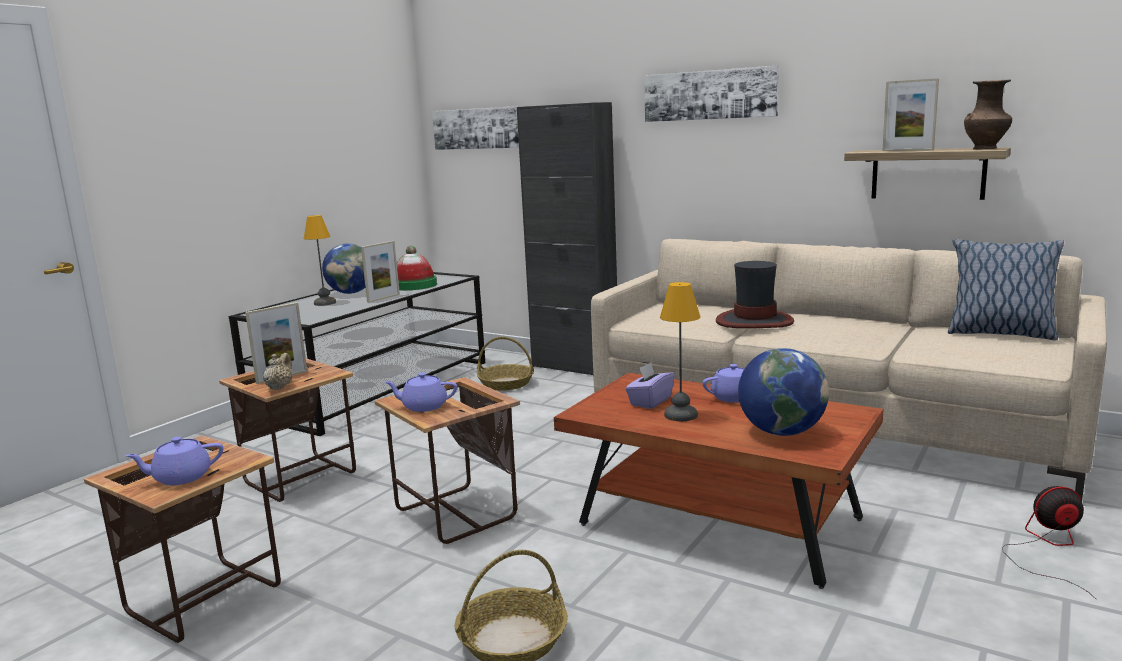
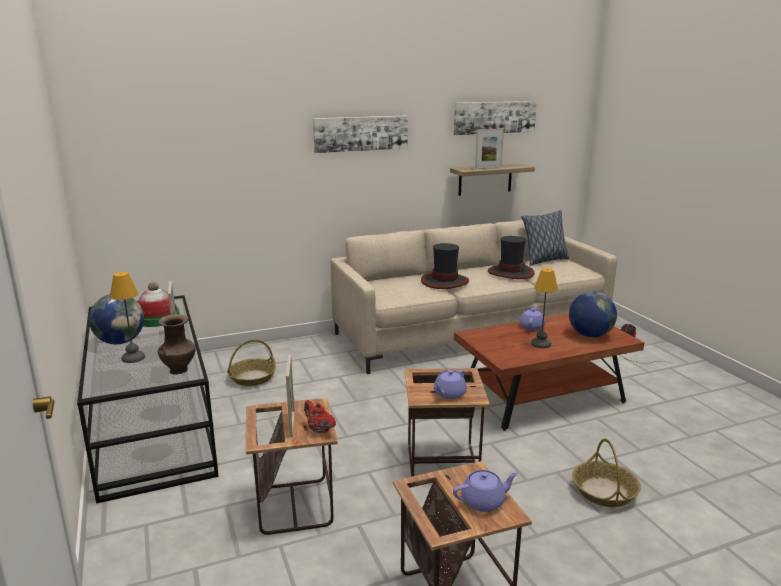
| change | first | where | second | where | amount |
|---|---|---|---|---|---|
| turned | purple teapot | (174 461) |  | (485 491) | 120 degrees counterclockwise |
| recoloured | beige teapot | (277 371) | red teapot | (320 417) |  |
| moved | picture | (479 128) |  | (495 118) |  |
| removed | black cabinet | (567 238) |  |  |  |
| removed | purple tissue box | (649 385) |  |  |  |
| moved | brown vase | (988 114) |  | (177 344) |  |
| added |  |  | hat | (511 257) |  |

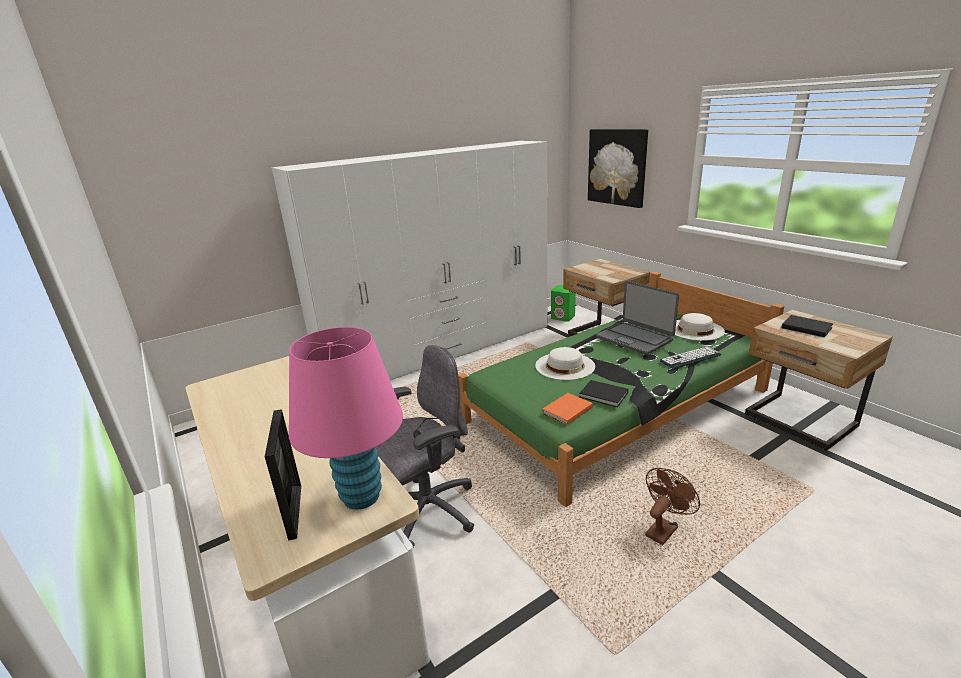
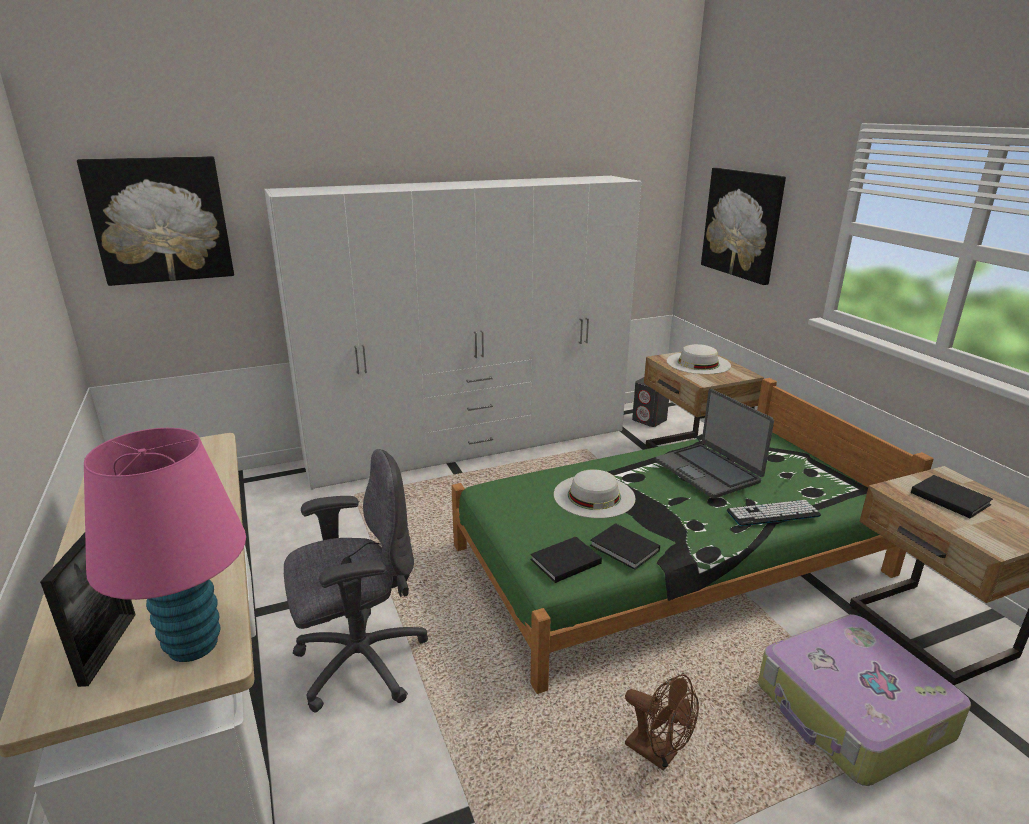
| change | first | where | second | where | amount |
|---|---|---|---|---|---|
| recoloured | orange book | (568 409) | black book | (566 560) |  |
| recoloured | green speaker | (563 303) | grey speaker | (650 402) |  |
| turned | brown fan | (672 506) |  | (662 722) | 75 degrees clockwise |
| moved | white hat | (700 327) |  | (699 359) |  |
| added |  |  | picture | (155 221) |  |
| added |  |  | suitcase | (864 700) |  |

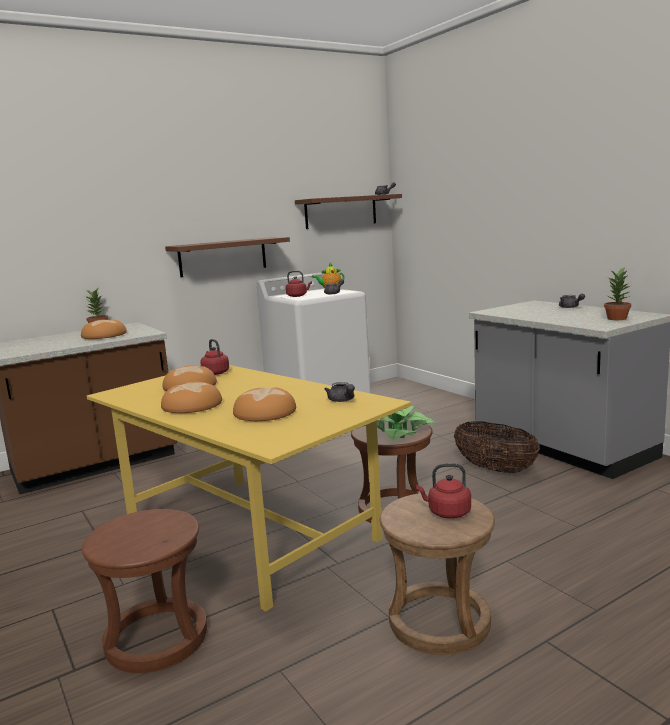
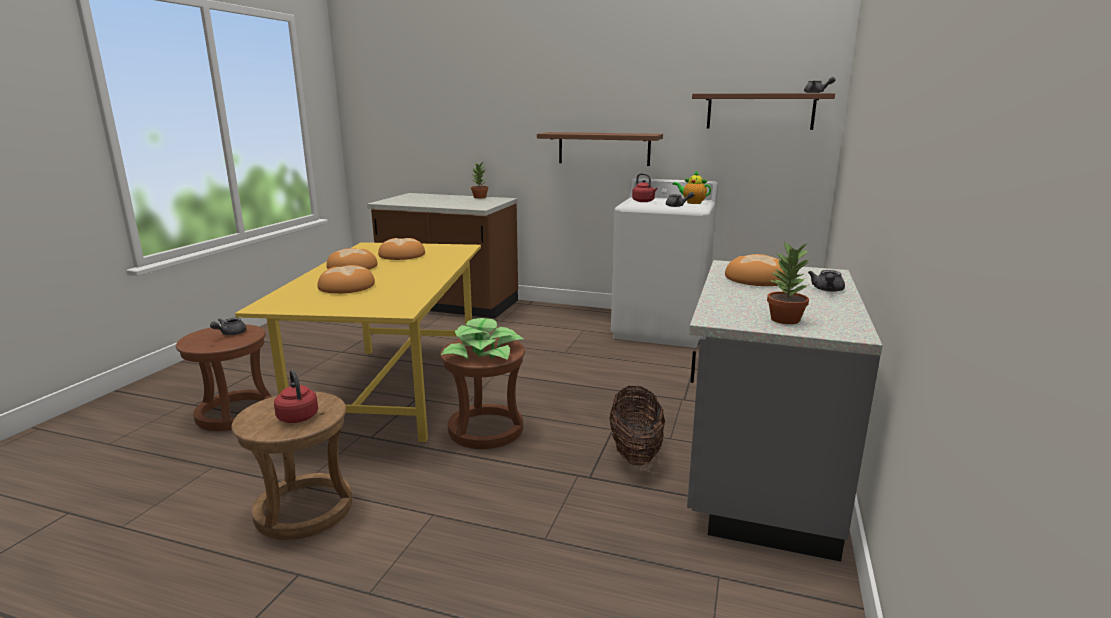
| change | first | where | second | where | amount |
|---|---|---|---|---|---|
| moved | bread | (104 329) |  | (755 270) |  |
| removed | red kettle | (214 357) |  |  |  |
| moved | grey teapot | (339 392) |  | (228 326) |  |

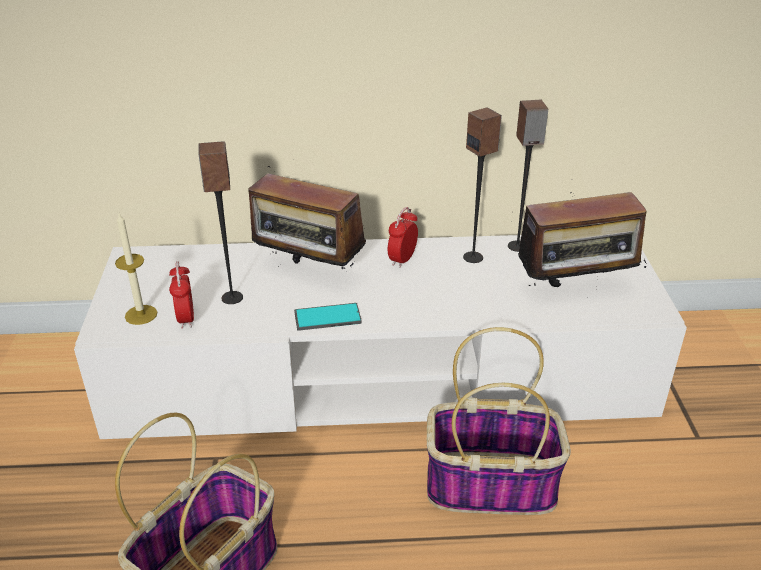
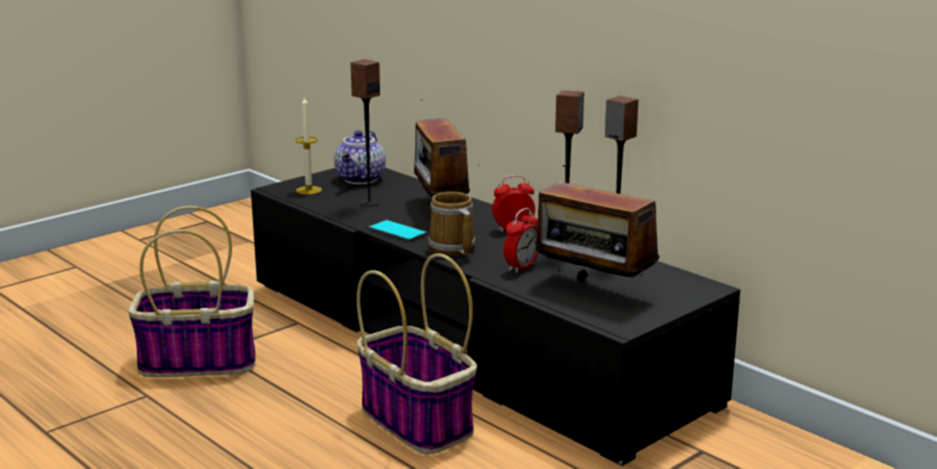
| change | first | where | second | where | amount |
|---|---|---|---|---|---|
| recoloured | white tv stand | (380 337) | black tv stand | (495 317) |  |
| moved | alarm clock | (181 295) |  | (521 240) |  |
| added |  |  | teapot | (360 157) |  |
| added |  |  | mug | (451 224) |  |

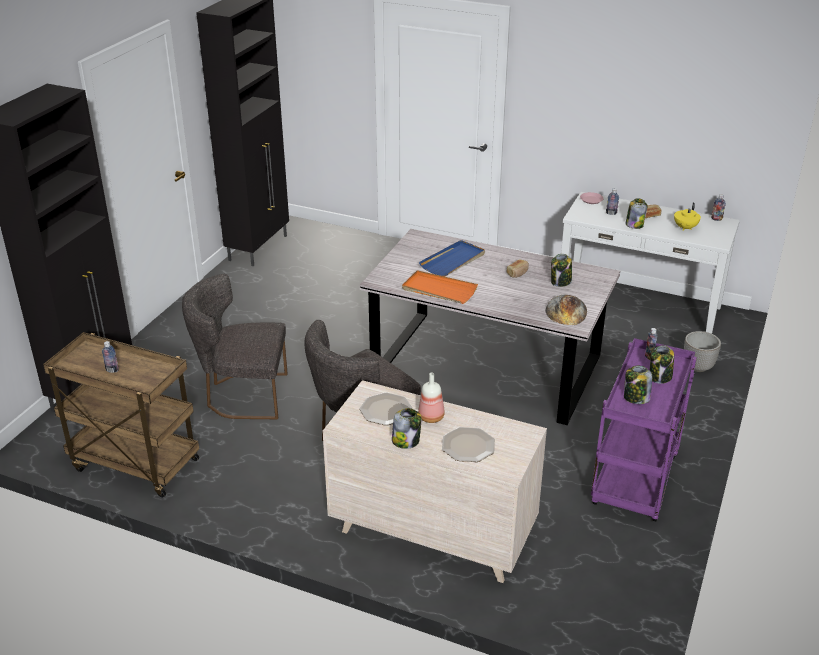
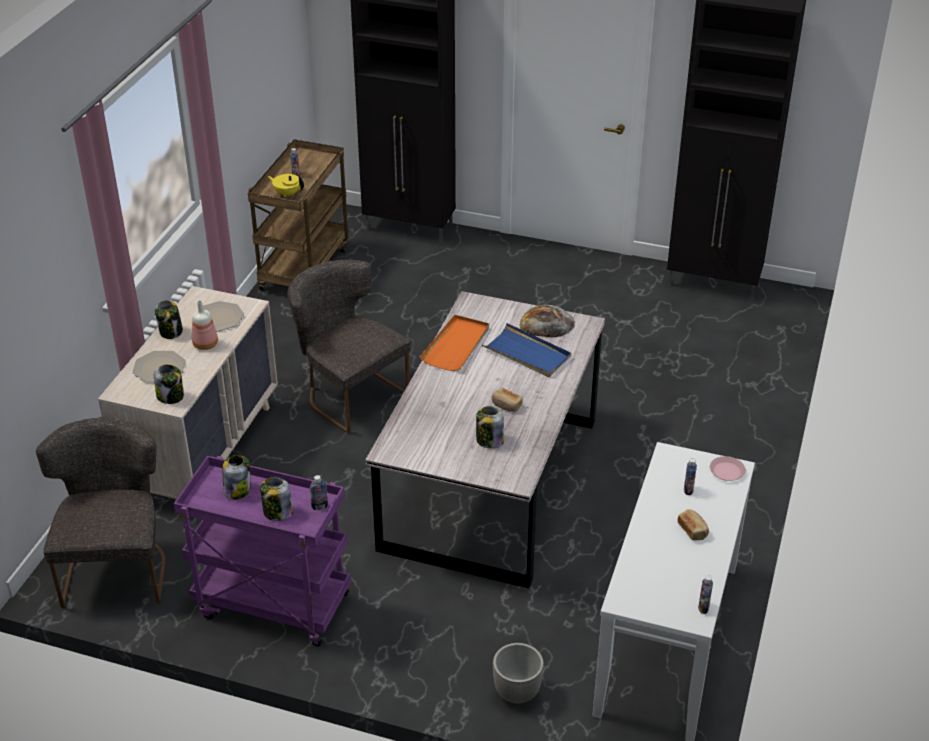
| change | first | where | second | where | amount |
|---|---|---|---|---|---|
| moved | grey chair | (235 346) |  | (101 512) |  |
| moved | bread | (566 310) |  | (547 321) |  |
| moved | jar | (636 213) |  | (169 384) |  |
| moved | yellow teapot | (687 216) |  | (286 186) |  |

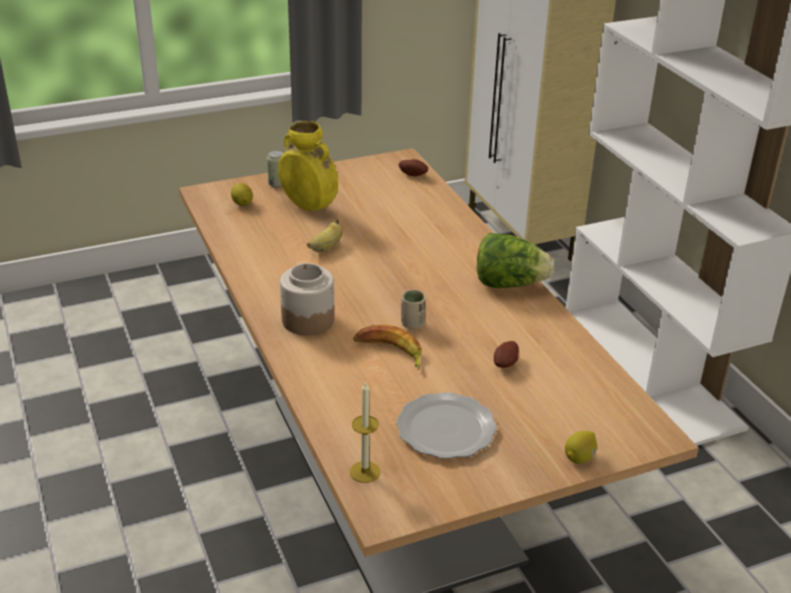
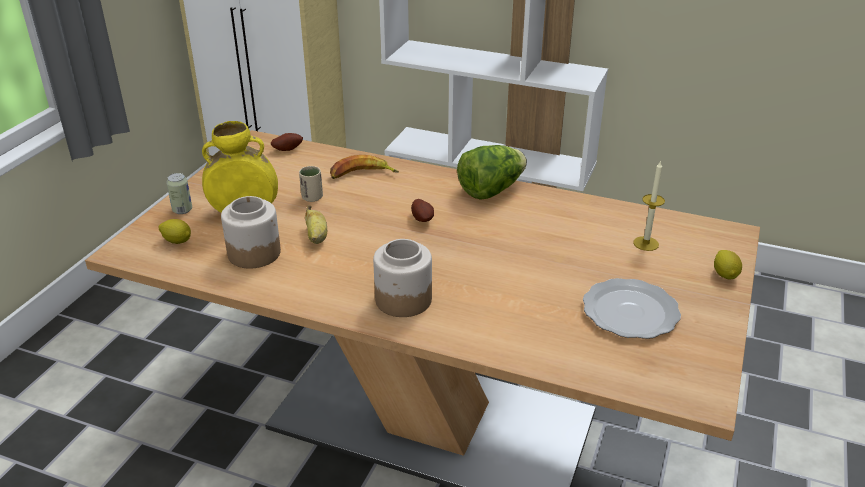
| change | first | where | second | where | amount |
|---|---|---|---|---|---|
| moved | candle | (365 432) |  | (649 205) |  |
| moved | banana | (387 347) |  | (364 167) |  |
| moved | beige cup | (413 309) |  | (311 184) |  |
| moved | potato | (506 354) |  | (422 210) |  |
| added |  |  | jar | (251 232) |  |

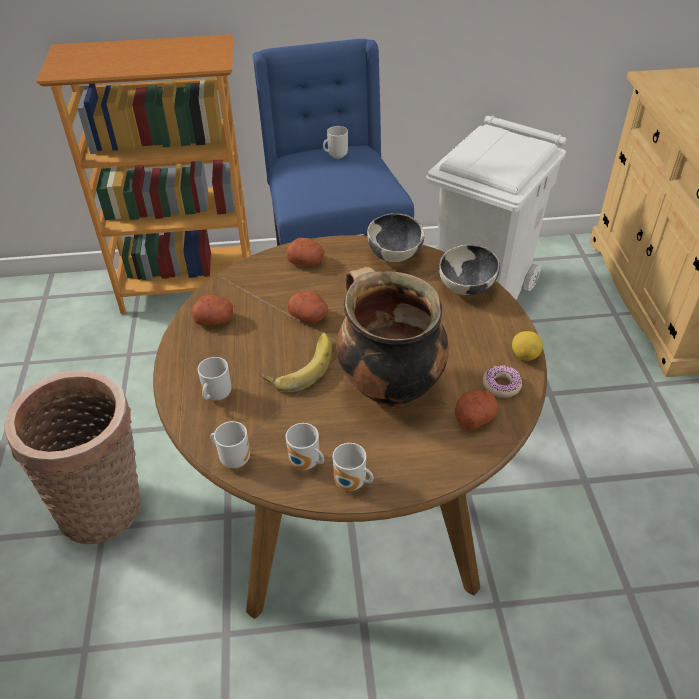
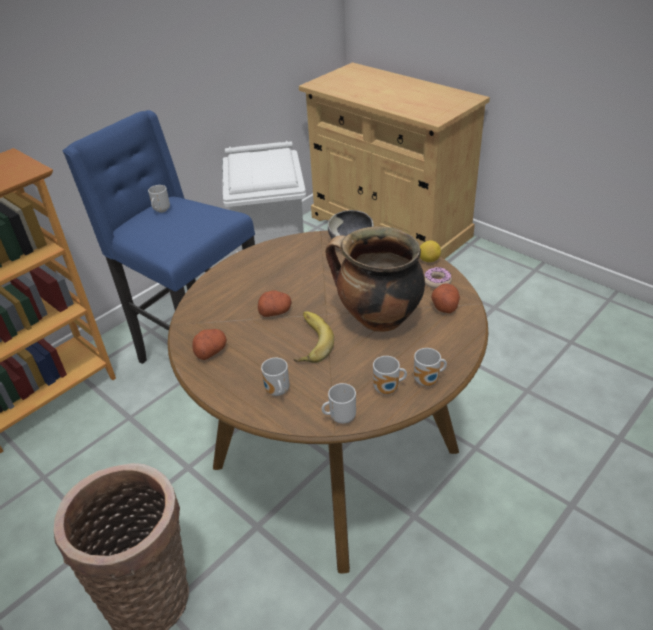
| change | first | where | second | where | amount |
|---|---|---|---|---|---|
| removed | potato | (305 252) |  |  |  |
| removed | bowl | (396 237) |  |  |  |

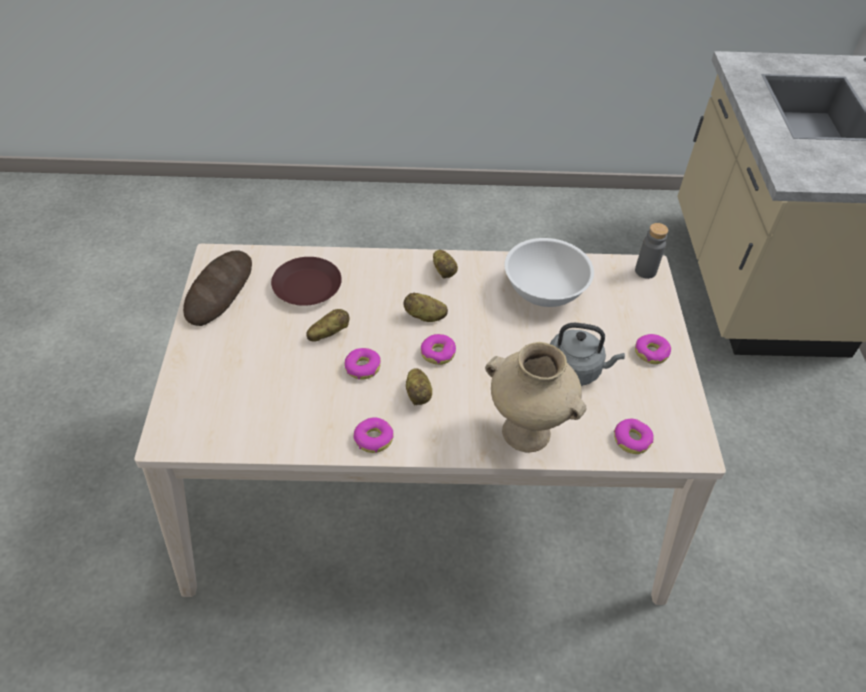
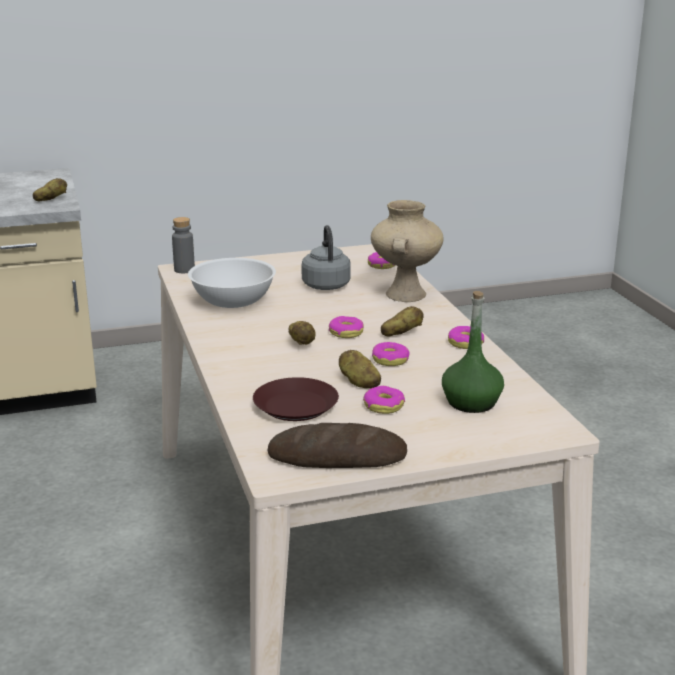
| change | first | where | second | where | amount |
|---|---|---|---|---|---|
| moved | potato | (445 264) |  | (50 189) |  |
| moved | donut | (653 349) |  | (384 400) |  |
| added |  |  | green bottle | (473 352) |  |

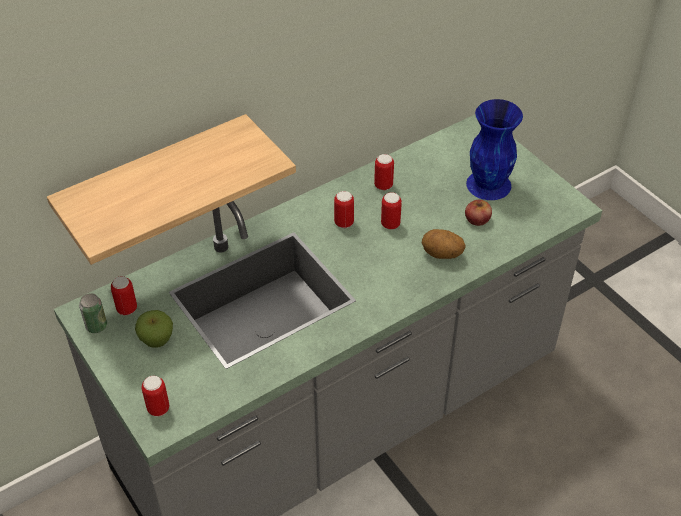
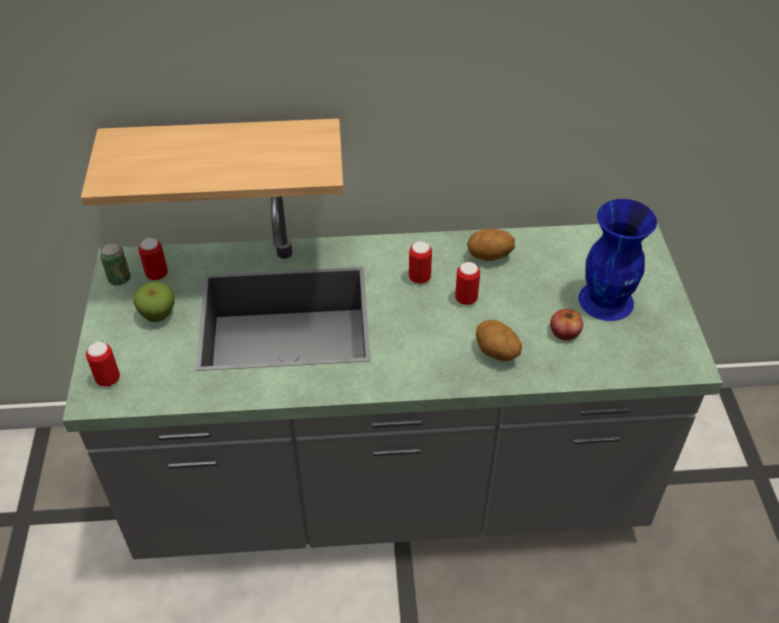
| change | first | where | second | where | amount |
|---|---|---|---|---|---|
| replaced | can | (384 172) | potato | (491 245) |  |

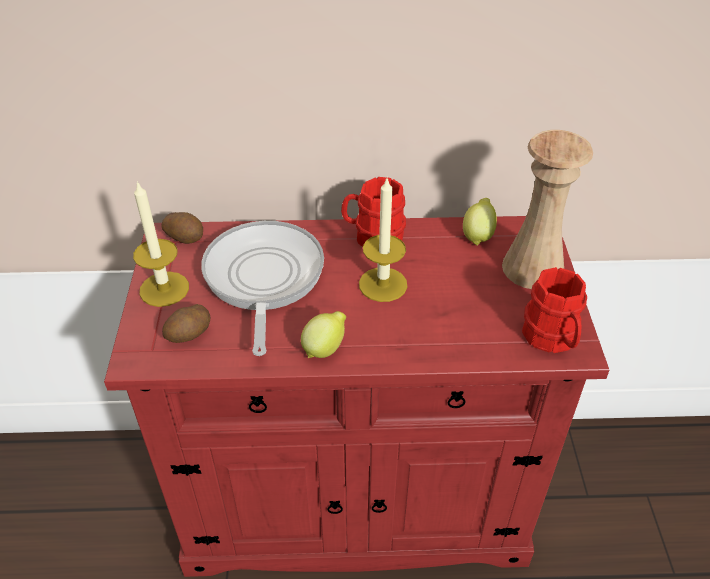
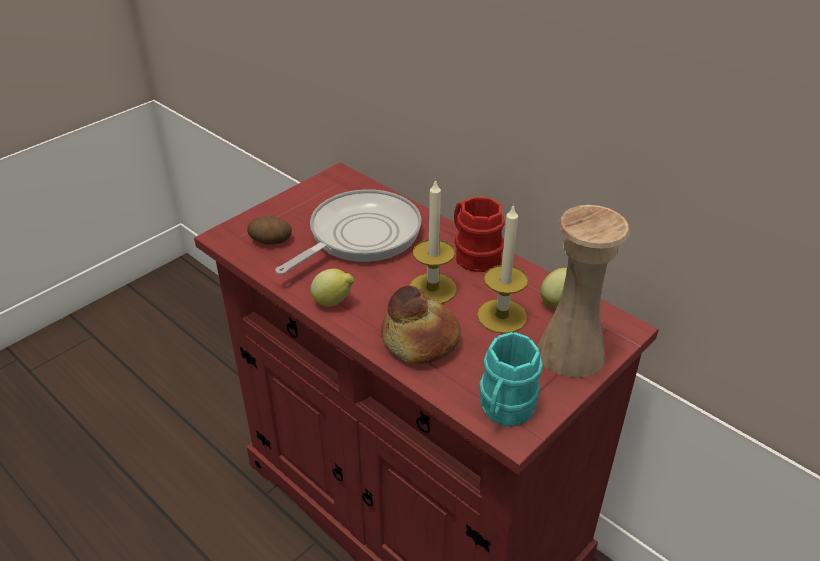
| change | first | where | second | where | amount |
|---|---|---|---|---|---|
| moved | candle | (161 244) |  | (502 269) |  |
| removed | potato | (182 228) |  |  |  |
| recoloured | red mug | (554 310) | turquoise mug | (511 379) |  |
| added |  |  | bread | (421 325) |  |

